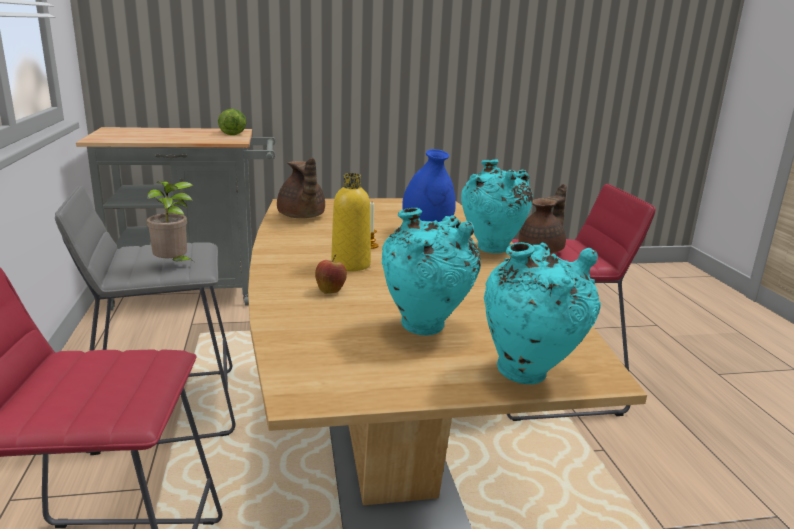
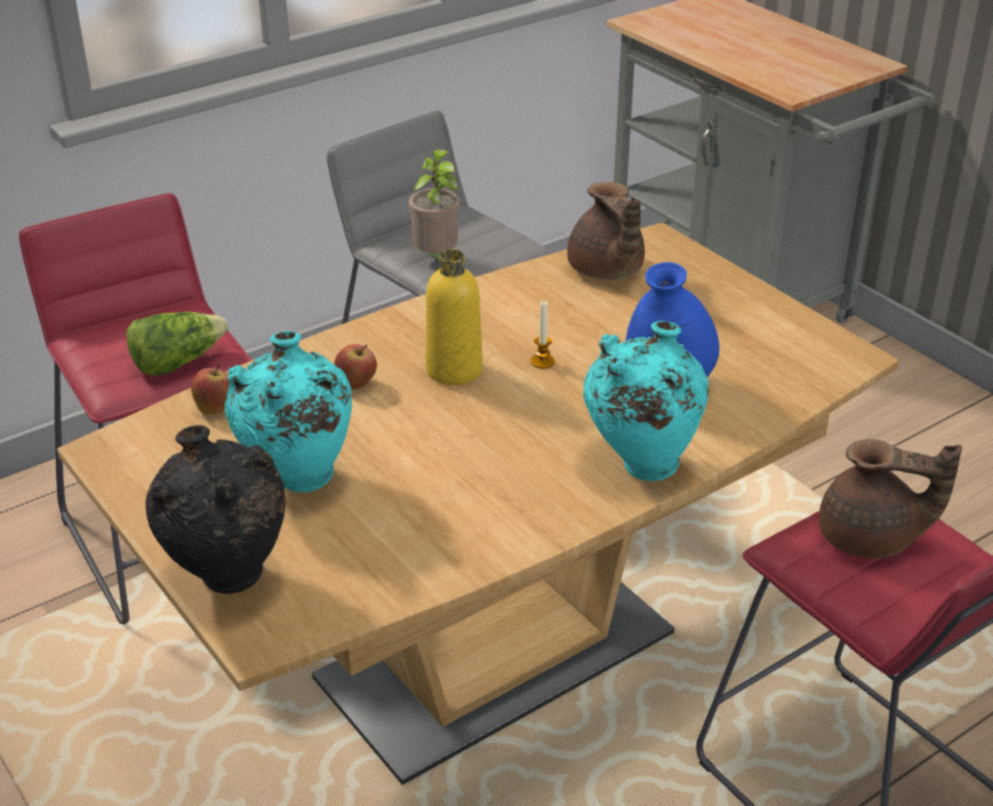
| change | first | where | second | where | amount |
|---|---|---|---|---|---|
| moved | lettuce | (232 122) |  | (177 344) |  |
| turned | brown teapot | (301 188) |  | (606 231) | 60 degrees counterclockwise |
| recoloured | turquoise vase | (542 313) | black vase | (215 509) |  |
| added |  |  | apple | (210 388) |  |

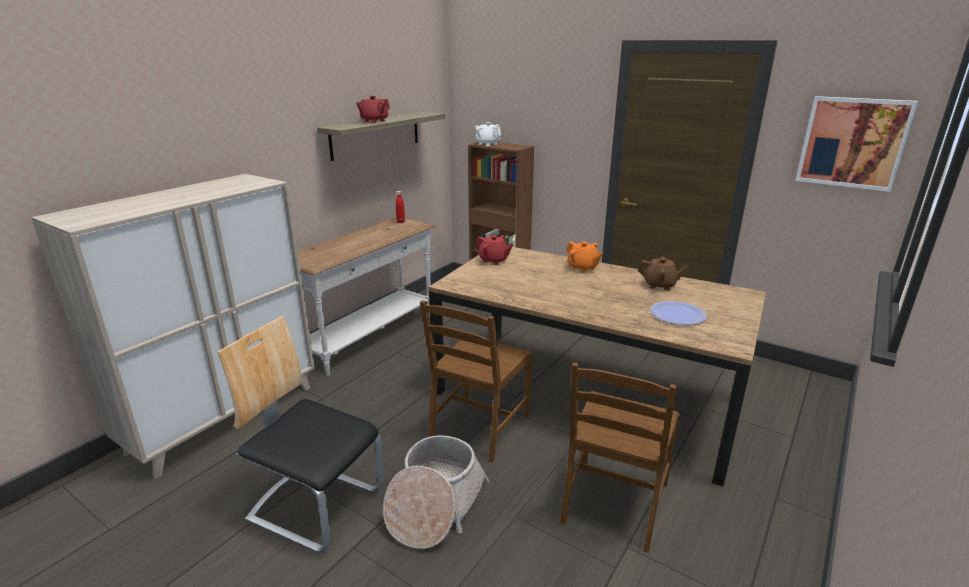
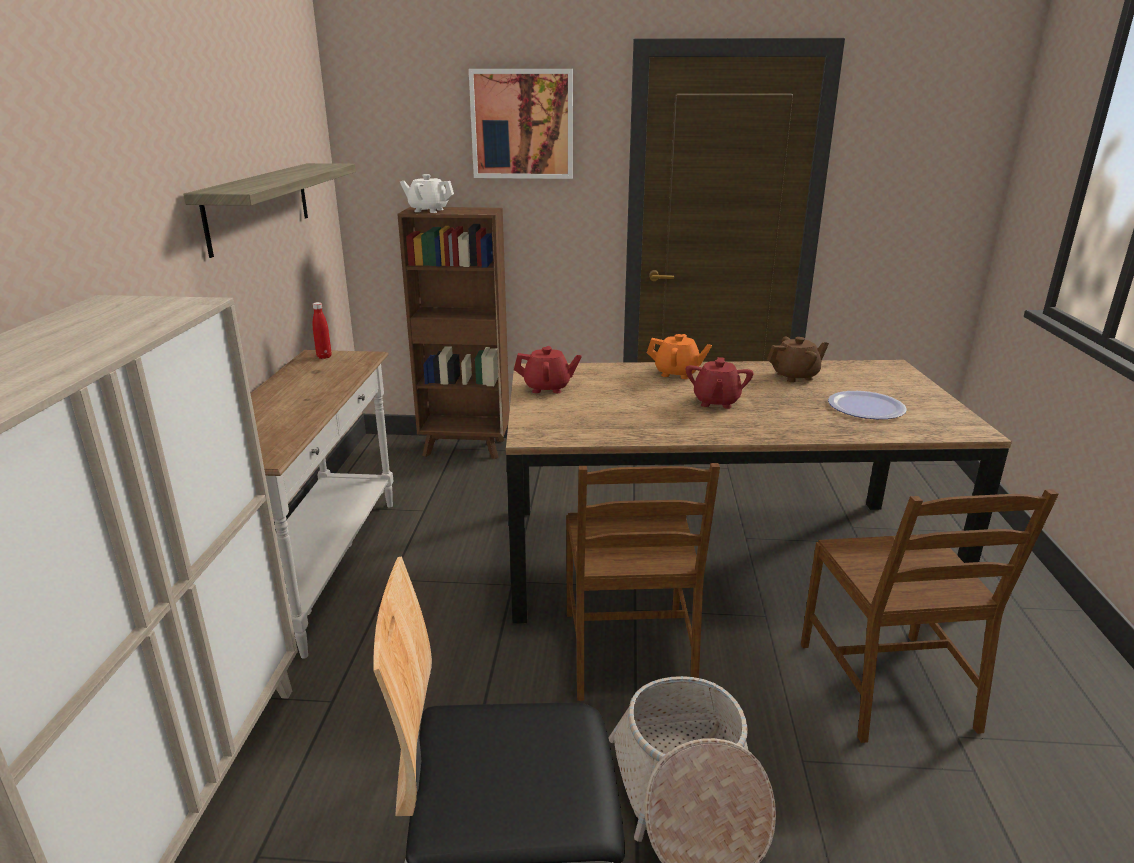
| change | first | where | second | where | amount |
|---|---|---|---|---|---|
| moved | red teapot | (373 109) |  | (720 383) |  |
| moved | picture | (856 144) |  | (521 124) |  |

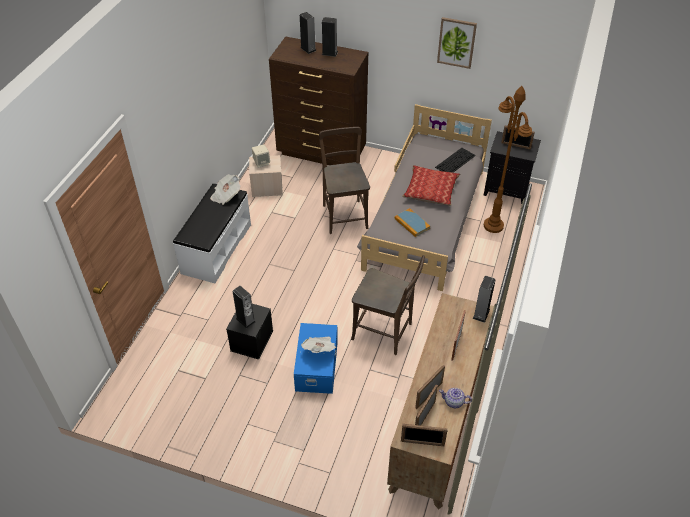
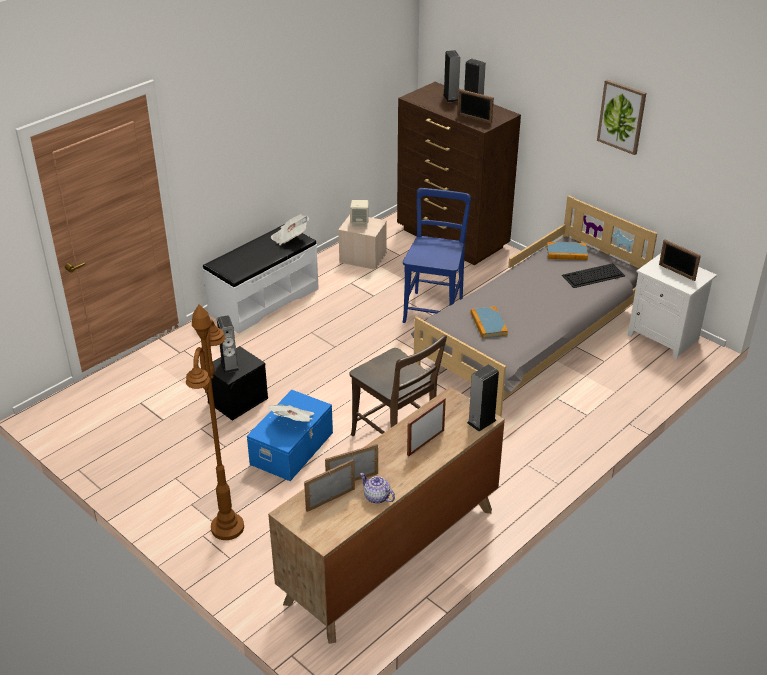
| change | first | where | second | where | amount |
|---|---|---|---|---|---|
| recoloured | brown chair | (344 180) | blue chair | (437 255) |  |
| moved | picture frame | (424 435) |  | (475 106) |  |
| removed | pillow | (431 185) |  |  |  |
| moved | brown floor lamp | (508 159) |  | (215 422) |  |
| recoloured | black nightstand | (512 167) | white nightstand | (672 306) |  |
| added |  |  | book | (567 251) |  |

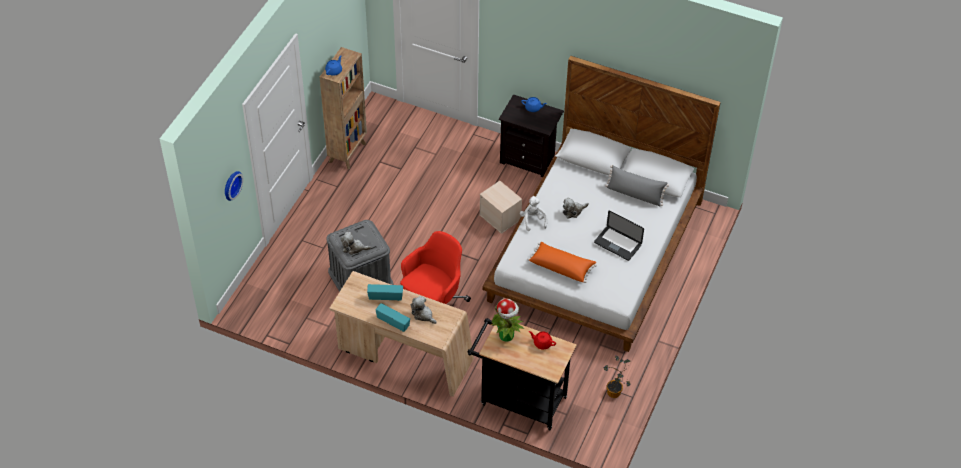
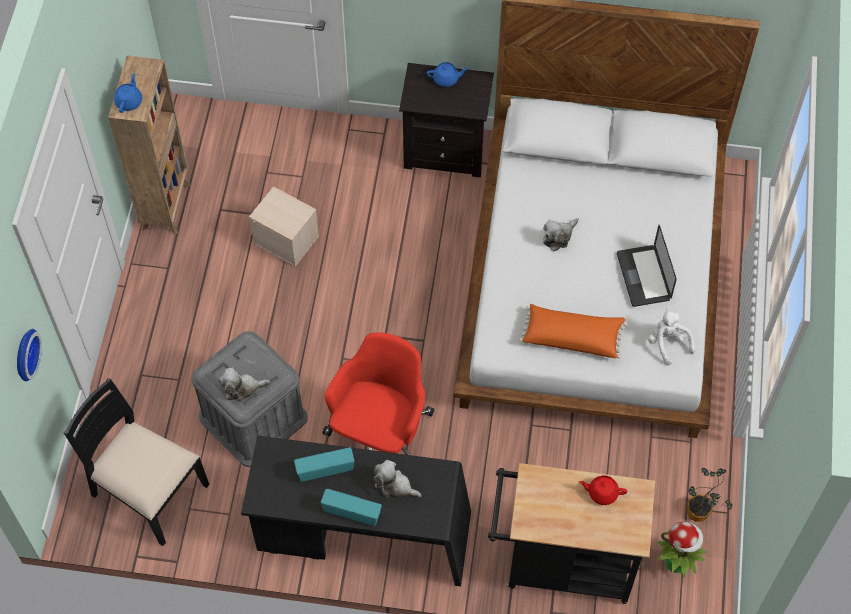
| change | first | where | second | where | amount |
|---|---|---|---|---|---|
| recoloured | beige desk | (401 334) | black desk | (356 511) |  |
| moved | beige storage box | (500 207) |  | (284 226) |  |
| moved | potted plant | (507 320) |  | (681 549) |  |
| moved | white plush toy | (534 213) |  | (671 337) |  |
| turned | laptop | (619 235) |  | (647 266) | 60 degrees clockwise |
| removed | grey pillow | (637 185) |  |  |  |
| added |  |  | black chair | (136 462) |  |

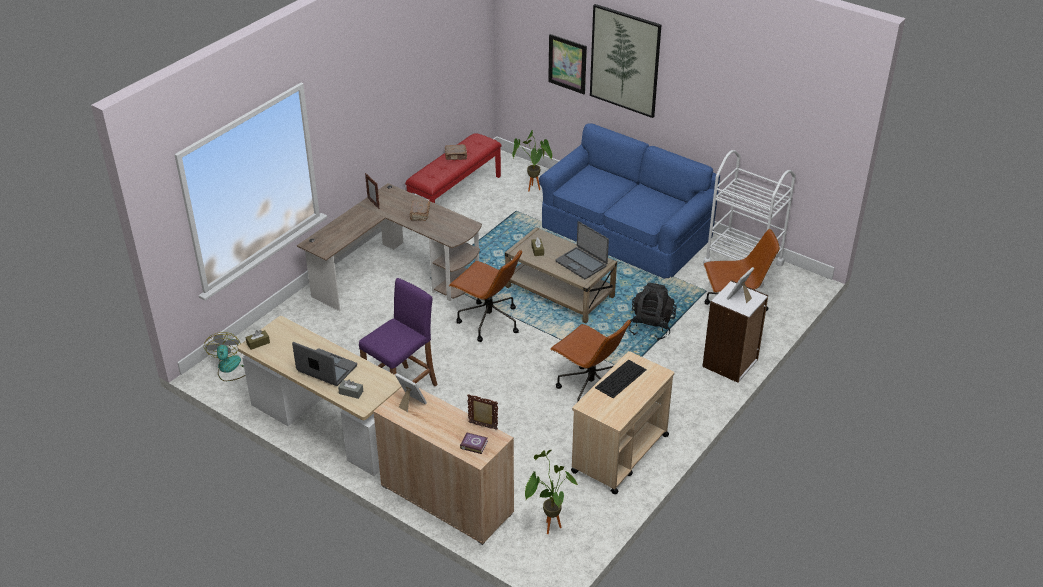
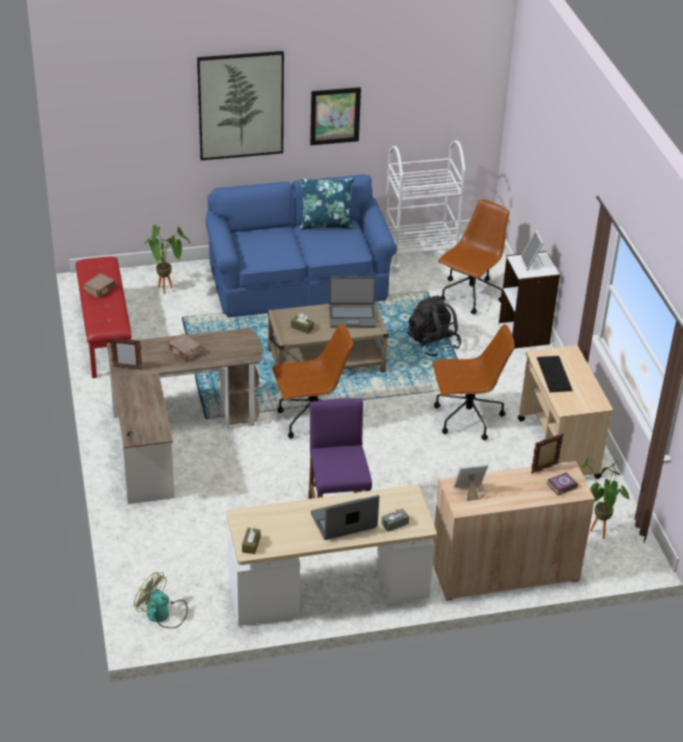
| change | first | where | second | where | amount |
|---|---|---|---|---|---|
| moved | picture | (567 64) |  | (335 116) |  |
| added |  |  | blue pillow | (327 204) |  |

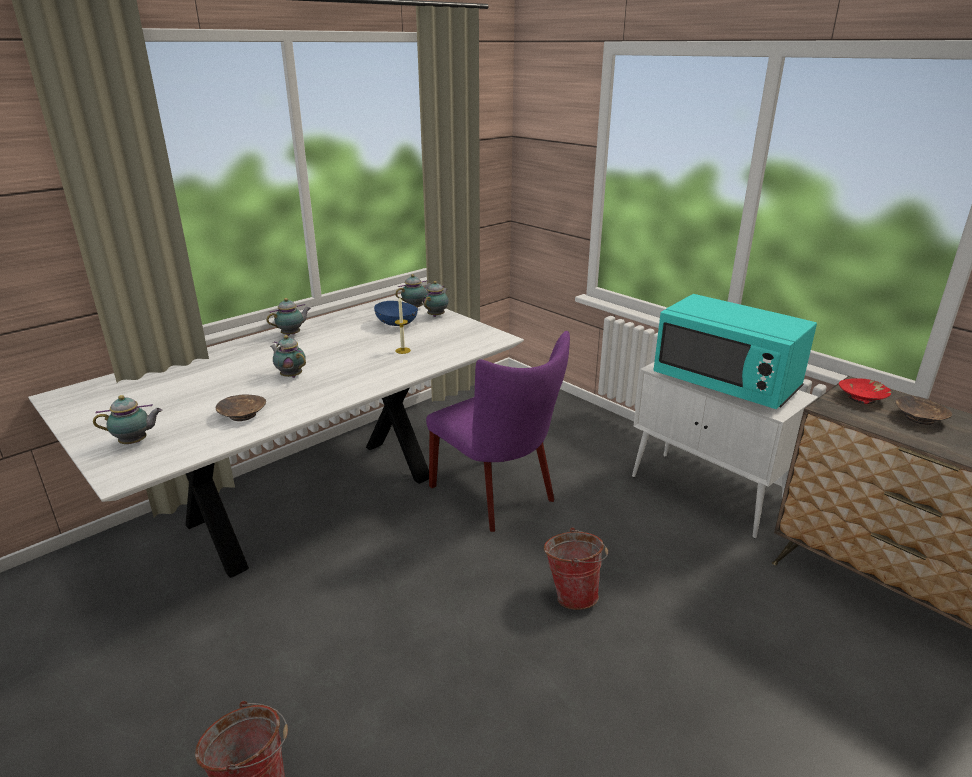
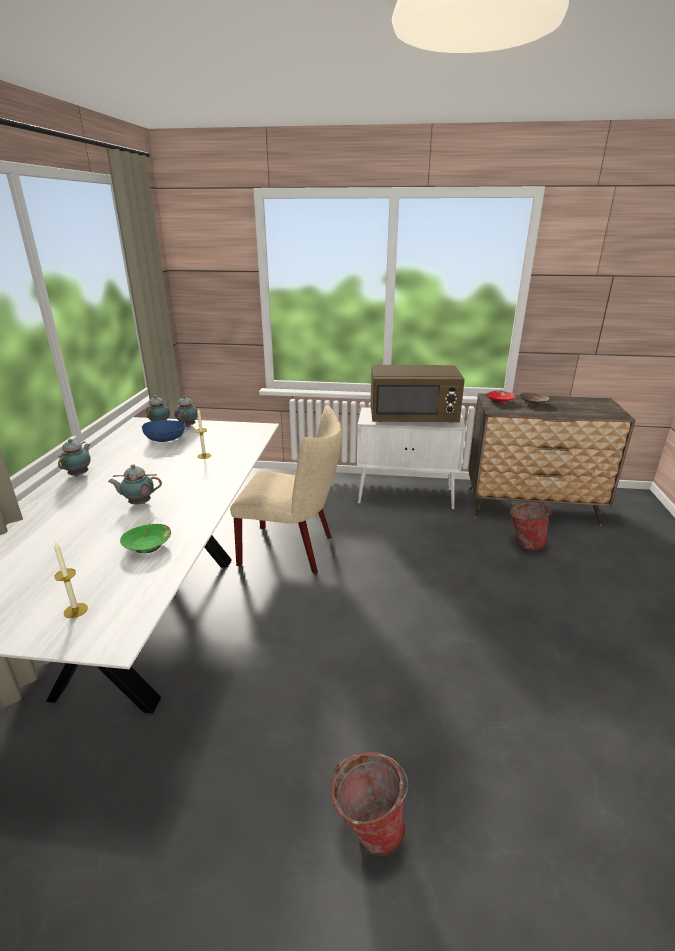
| change | first | where | second | where | amount |
|---|---|---|---|---|---|
| replaced | teapot | (127 419) | candle | (71 579) |  |
| recoloured | brown bowl | (241 408) | green bowl | (145 539) |  |
| recoloured | purple chair | (498 431) | beige chair | (286 489) |  |
| moved | bucket | (576 569) |  | (531 526) |  |
| recoloured | turquoise microwave | (735 351) | brown microwave | (417 394) |  |

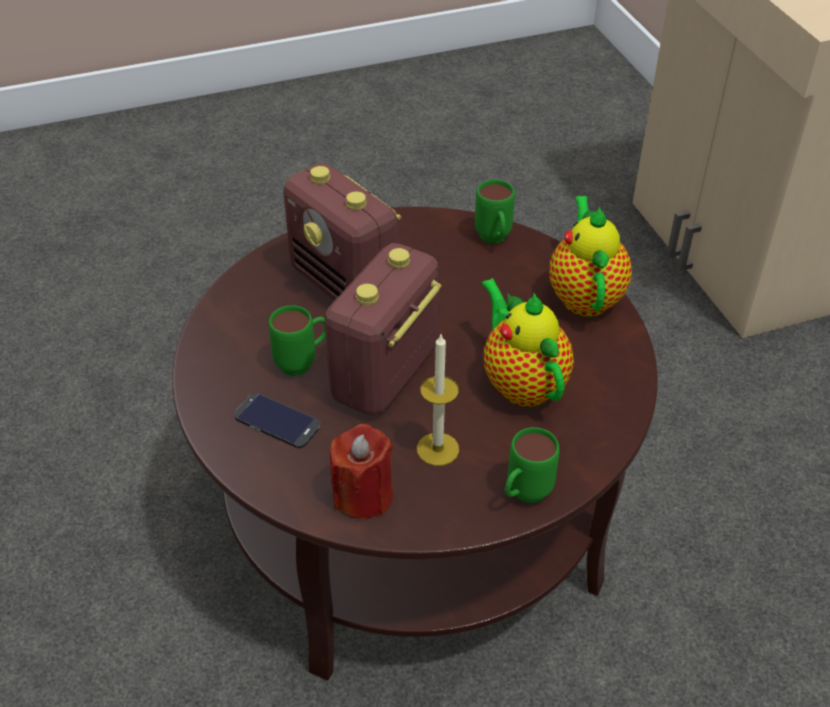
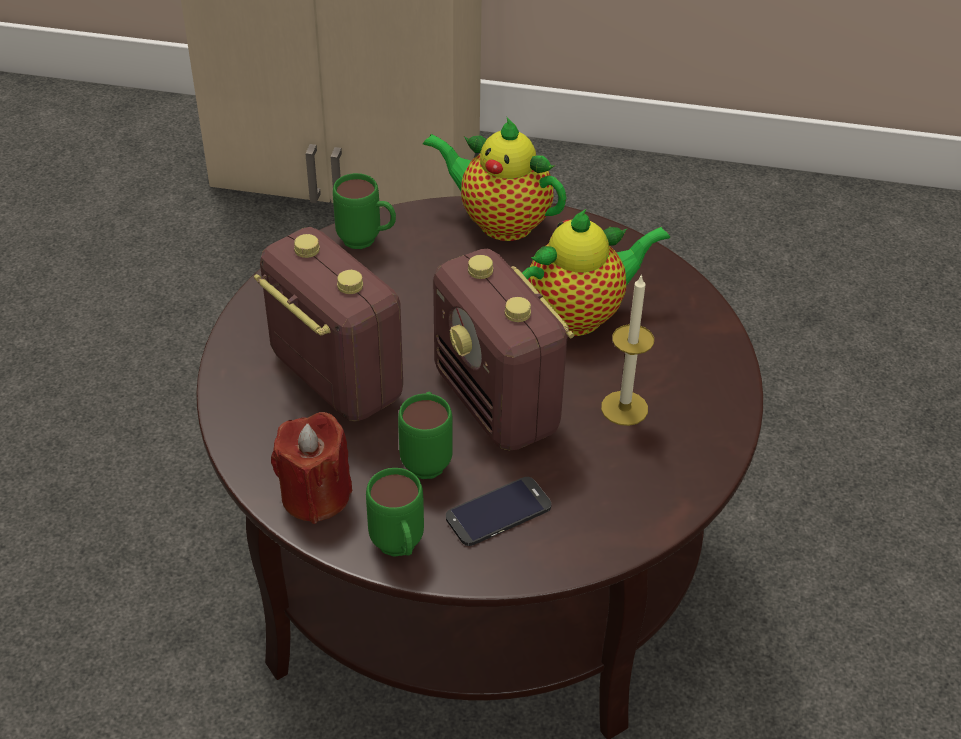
| change | first | where | second | where | amount |
|---|---|---|---|---|---|
| turned | radio | (342 232) |  | (328 324) | 120 degrees counterclockwise |
| moved | red candle | (361 471) |  | (311 468) |  |
| turned | teapot | (527 342) |  | (596 272) | 150 degrees clockwise |
| moved | green mug | (532 465) |  | (395 512) |  |

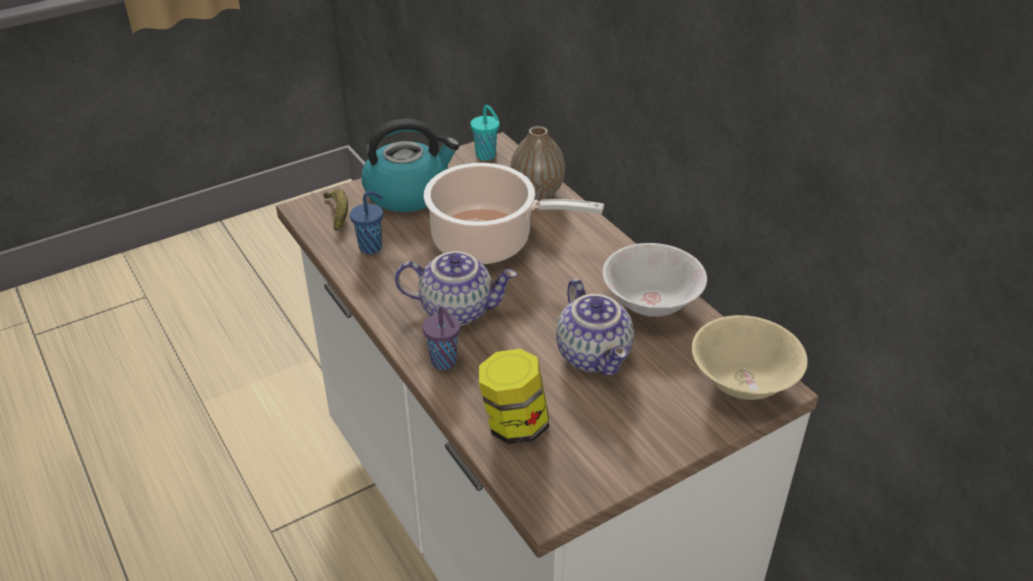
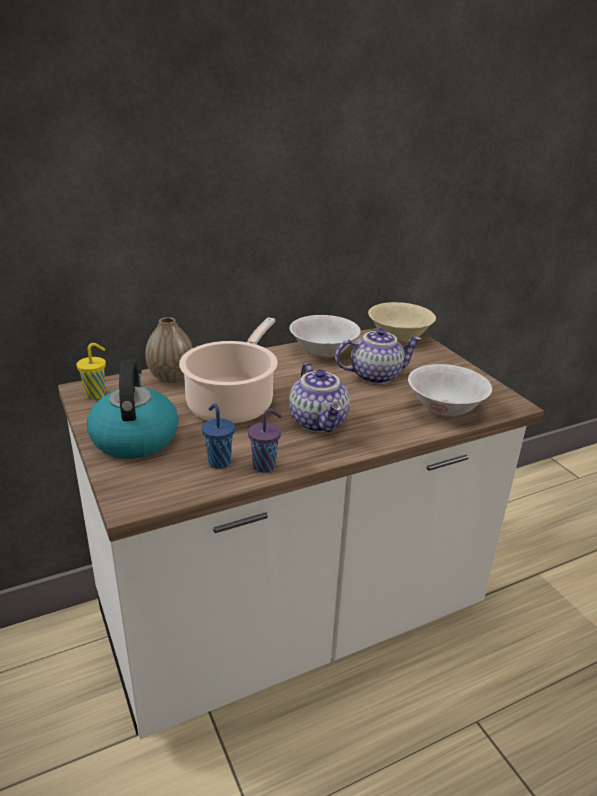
| change | first | where | second | where | amount |
|---|---|---|---|---|---|
| removed | banana | (335 210) |  |  |  |
| turned | teapot | (456 288) |  | (319 398) | 150 degrees clockwise |
| moved | purple cup | (441 338) |  | (265 441) |  |
| recoloured | turquoise cup | (485 133) | yellow cup | (91 371) |  |
| replaced | jar | (514 396) | white bowl | (450 390) |  |

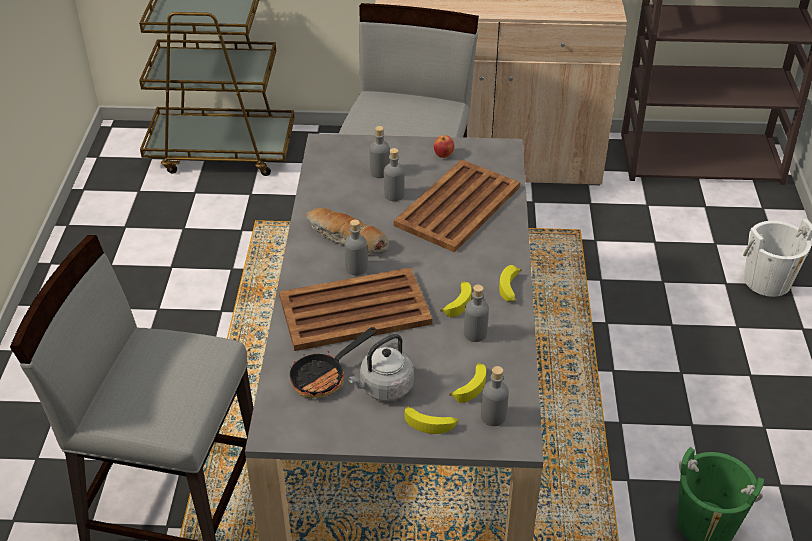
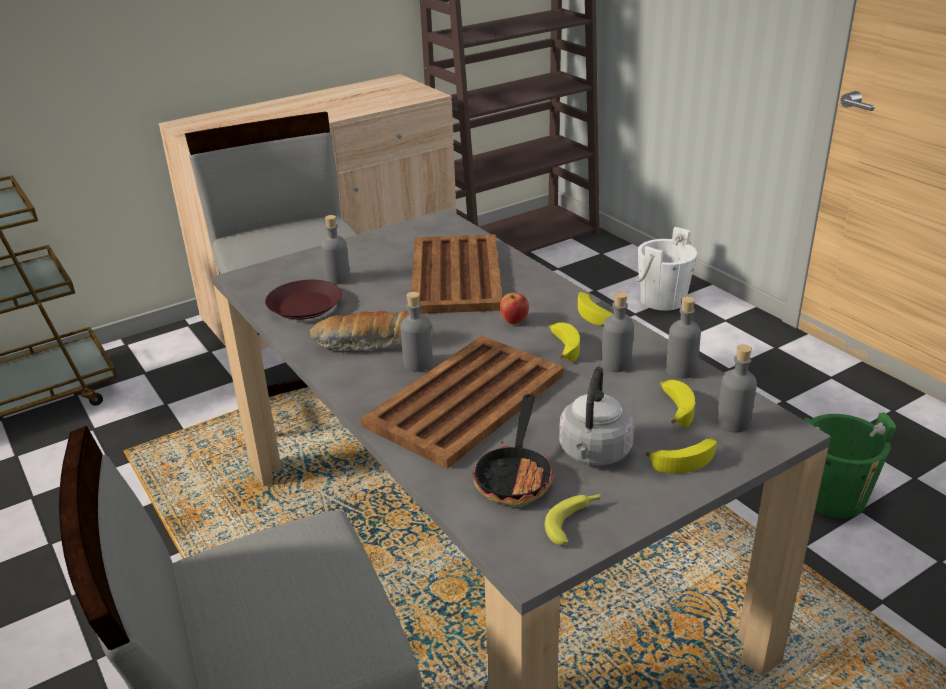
| change | first | where | second | where | amount |
|---|---|---|---|---|---|
| moved | grey bottle | (394 174) |  | (683 337) |  |
| moved | apple | (443 146) |  | (514 309) |  |
| added |  |  | brown plate | (303 300) |  |
| added |  |  | banana | (573 519) |  |

